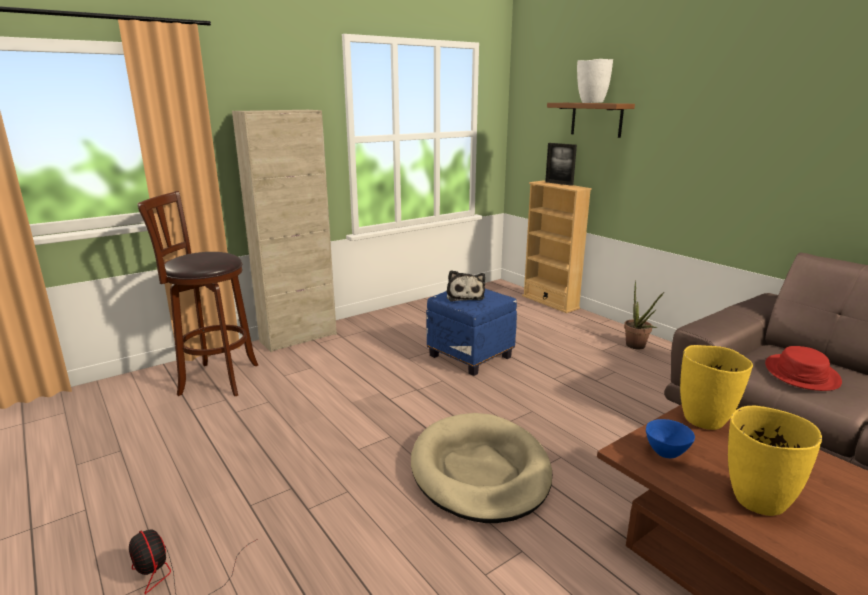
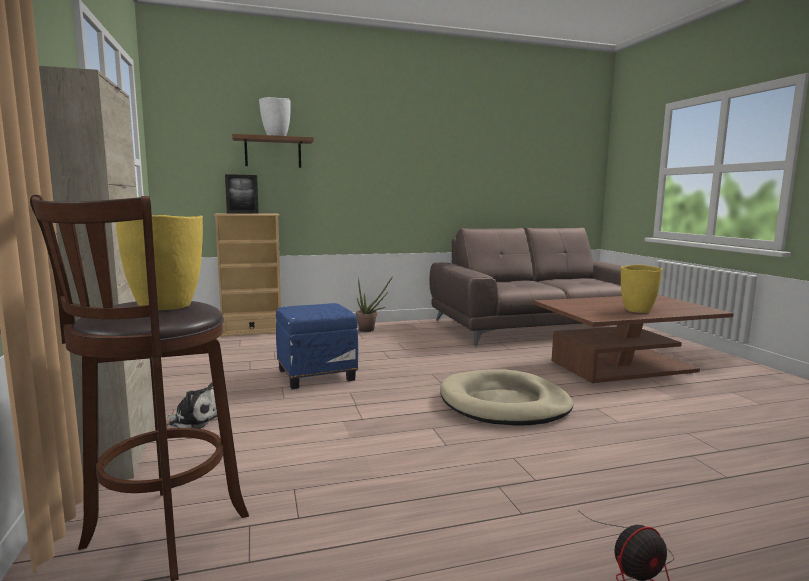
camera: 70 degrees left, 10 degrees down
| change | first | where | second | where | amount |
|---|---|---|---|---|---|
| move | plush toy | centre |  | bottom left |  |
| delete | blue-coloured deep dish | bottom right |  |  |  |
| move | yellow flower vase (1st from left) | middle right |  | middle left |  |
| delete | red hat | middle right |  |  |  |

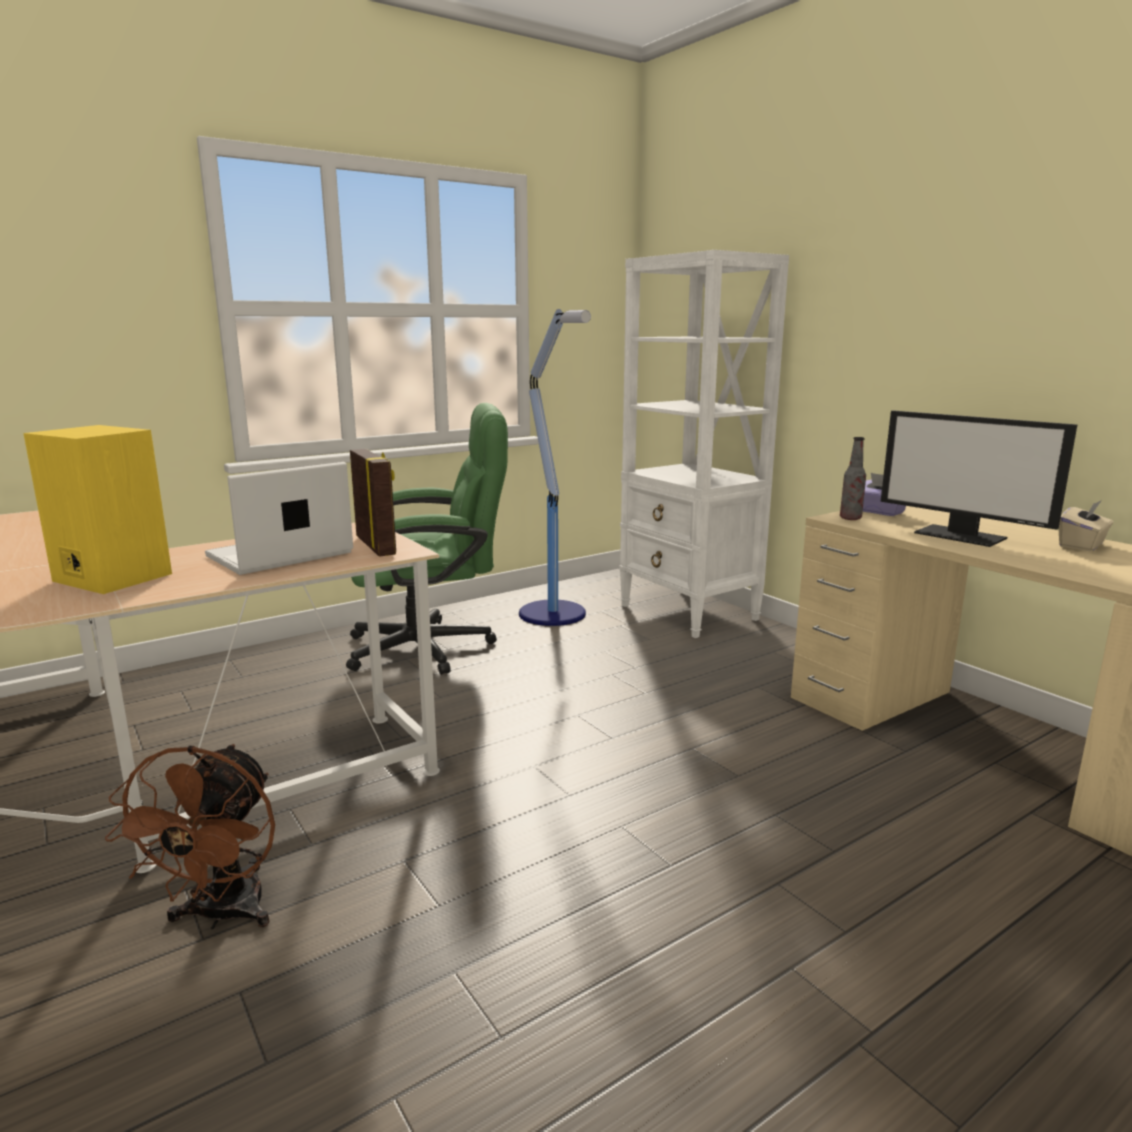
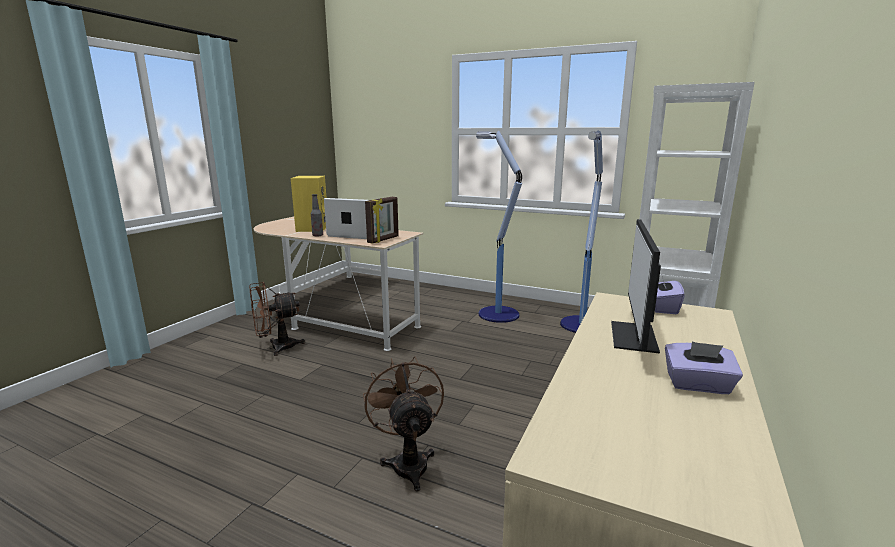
camera: 60 degrees right, 0 degrees up
| change | first | where | second | where | amount |
|---|---|---|---|---|---|
| replace | green office chair | centre | floor lamp (1st from left) | centre |  |
| move | drink bottle | middle right |  | centre |  |
| recolor | beige-coloured tissue box | middle right | purple tissue box (2nd from left) | bottom right |  |
| insert |  |  | brown fan (2nd from left) | bottom centre |  |

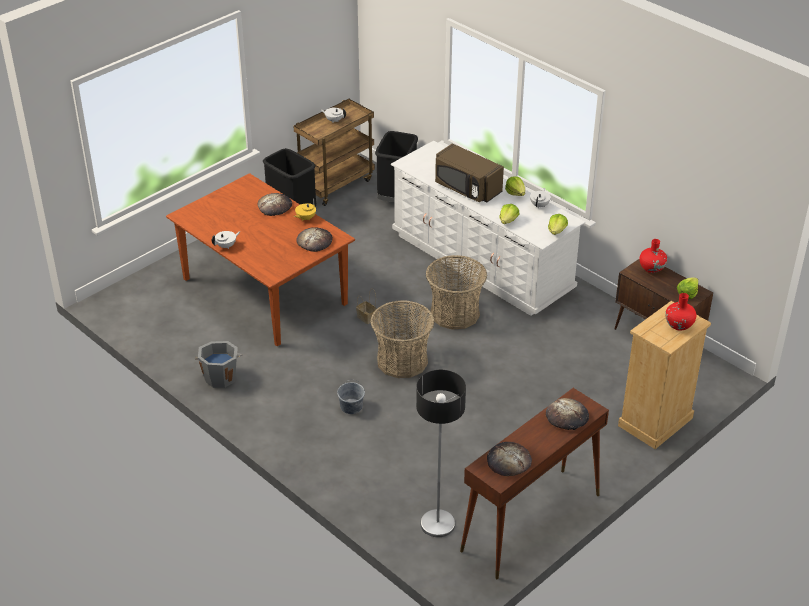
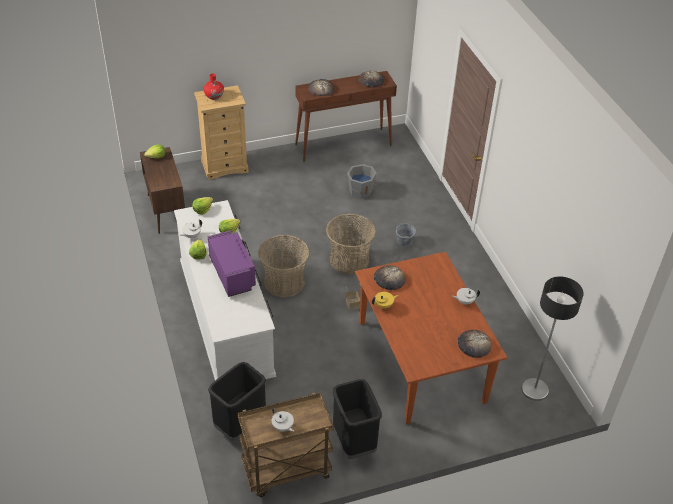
camera: 155 degrees left, 5 degrees up
| change | first | where | second | where | amount |
|---|---|---|---|---|---|
| move | gray bucket (1st from left) | middle left |  | centre |  |
| move | bakery bread (1st from left in the first image) | centre | bakery bread (4th from left) | bottom right |  |
| move | floor lamp | bottom centre |  | bottom right |  |
| recolor | brown kitchen microwave | top centre | purple kitchen microwave | centre |  |
| delete | red flower vase (1st from left) | middle right |  |  |  |

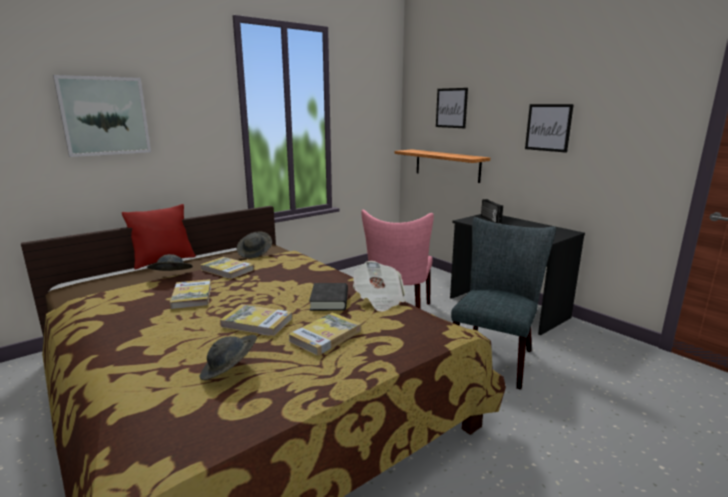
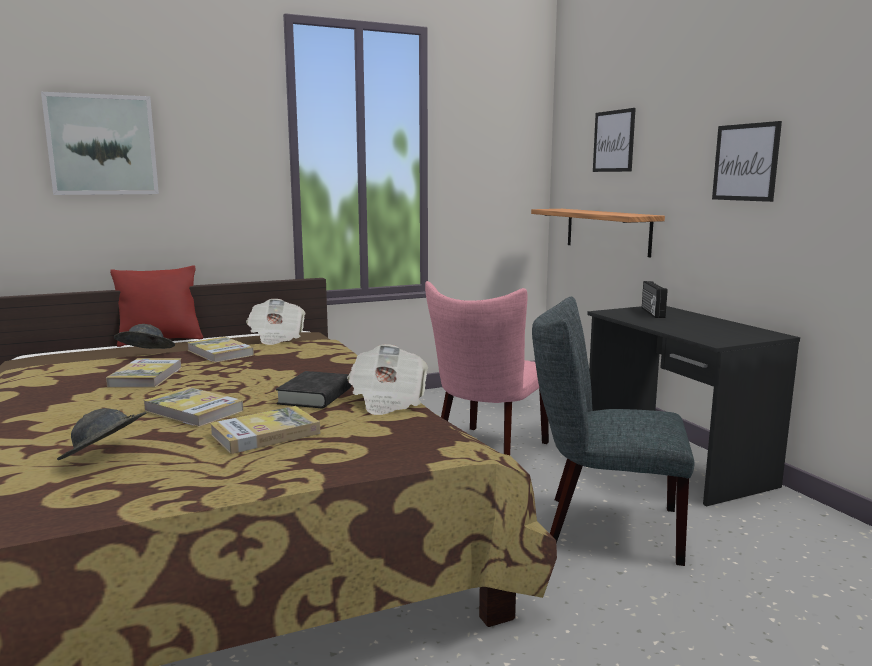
camera: 15 degrees right, 5 degrees down
| change | first | where | second | where | amount |
|---|---|---|---|---|---|
| replace | gray hat (3rd from left) | centre | printed paper (1st from left) | middle left |  |
| rotate | gray upright chair | middle right |  | middle right | 120 degrees counterclockwise |

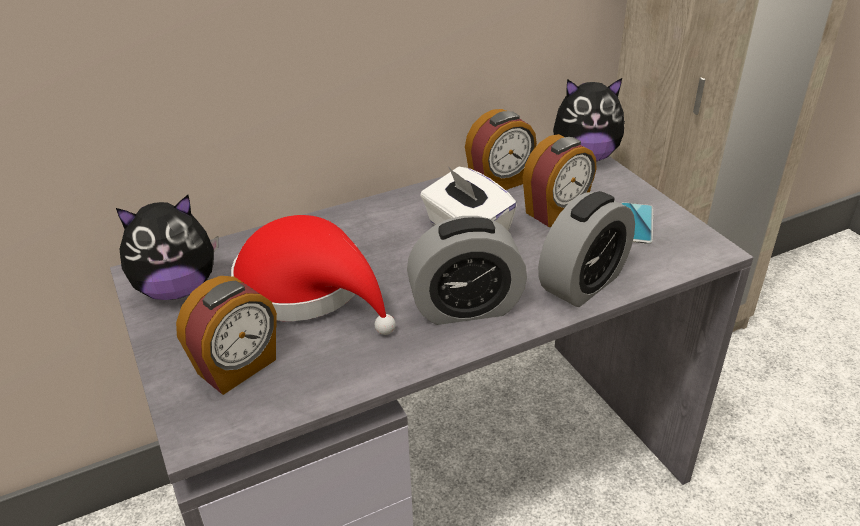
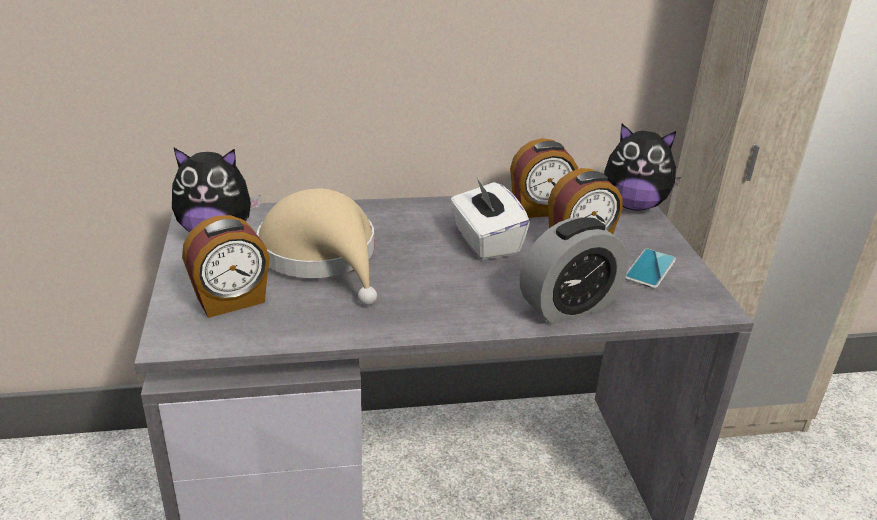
camera: 15 degrees right, 5 degrees down
| change | first | where | second | where | amount |
|---|---|---|---|---|---|
| recolor | red hat | centre | beige-coloured hat | centre |  |
| delete | table clock (2nd from left) | centre |  |  |  |

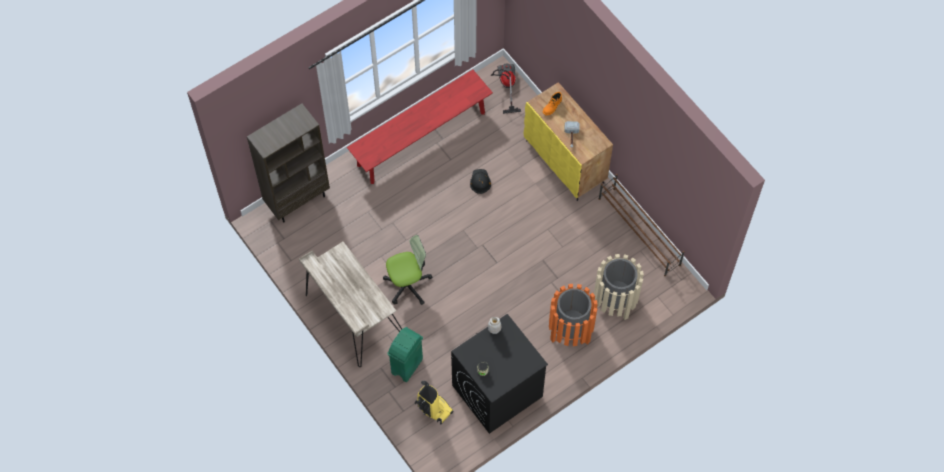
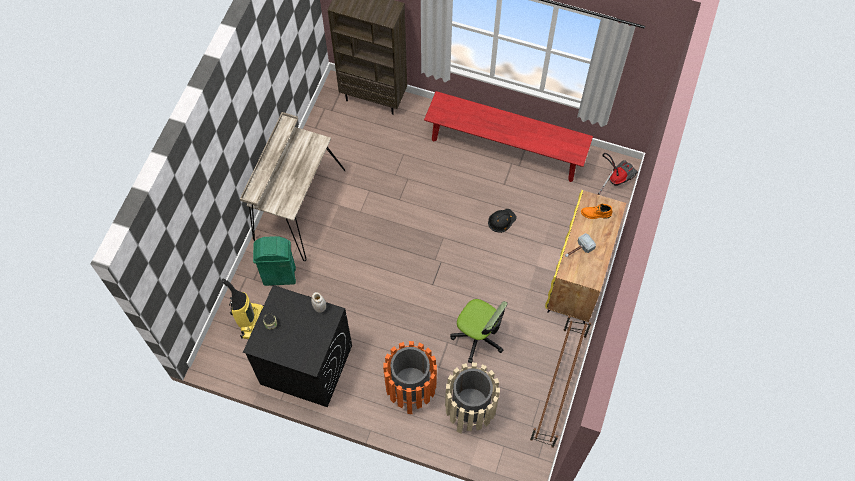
camera: 55 degrees right, 0 degrees up
| change | first | where | second | where | amount |
|---|---|---|---|---|---|
| move | office chair | centre |  | bottom centre |  |

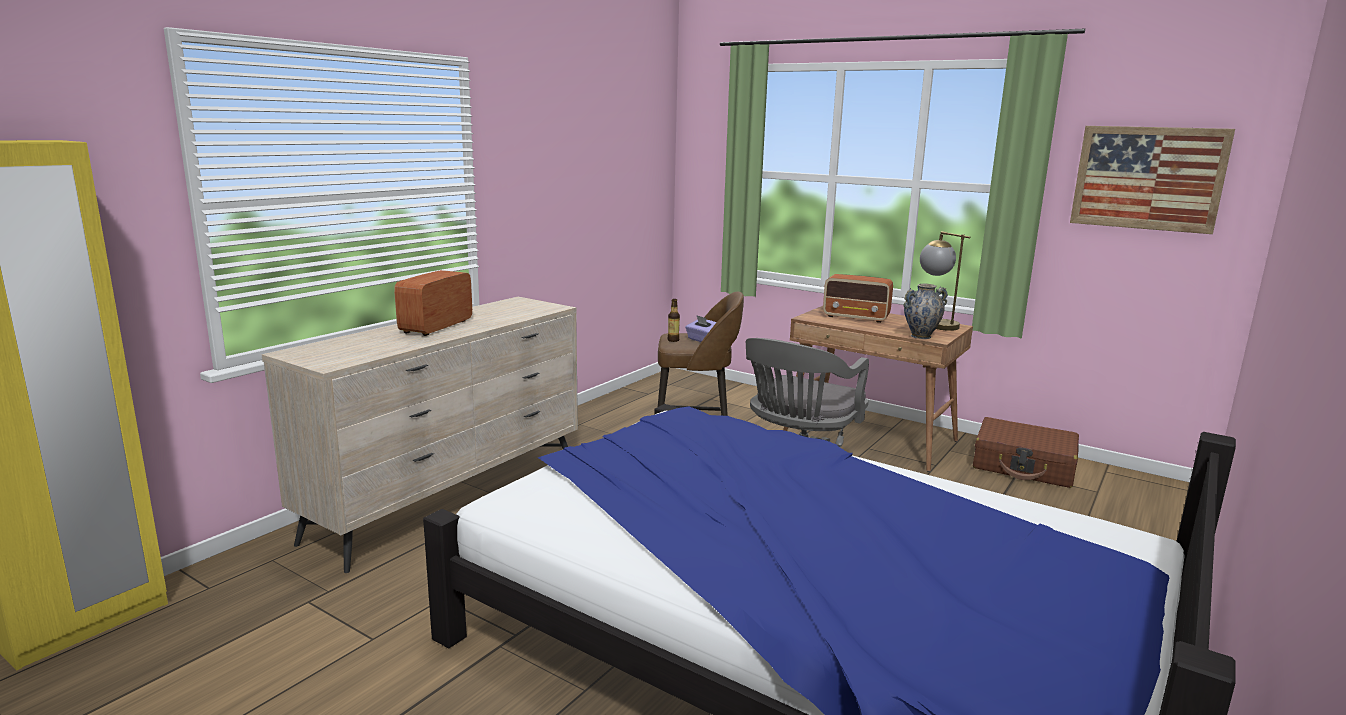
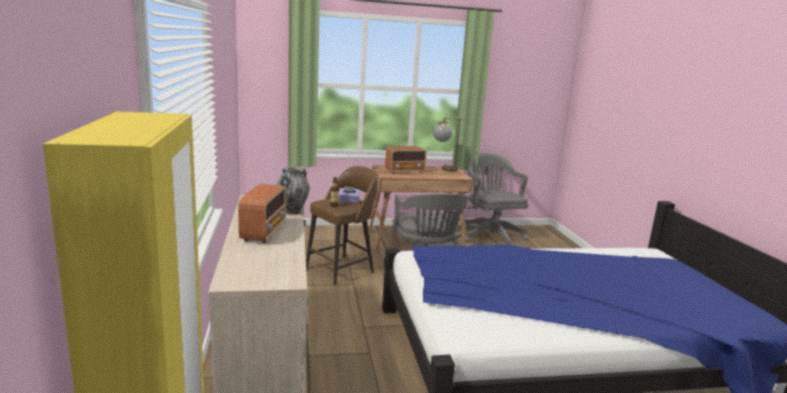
camera: 45 degrees left, 0 degrees up
| change | first | where | second | where | amount |
|---|---|---|---|---|---|
| rotate | radio receiver (1st from left) | middle left |  | middle left | 150 degrees counterclockwise |
| move | flower vase | middle right |  | centre |  |
| replace | brown piece of luggage | middle right | gray office chair (2nd from left) | centre |  |
| delete | wall picture | top right |  |  |  |

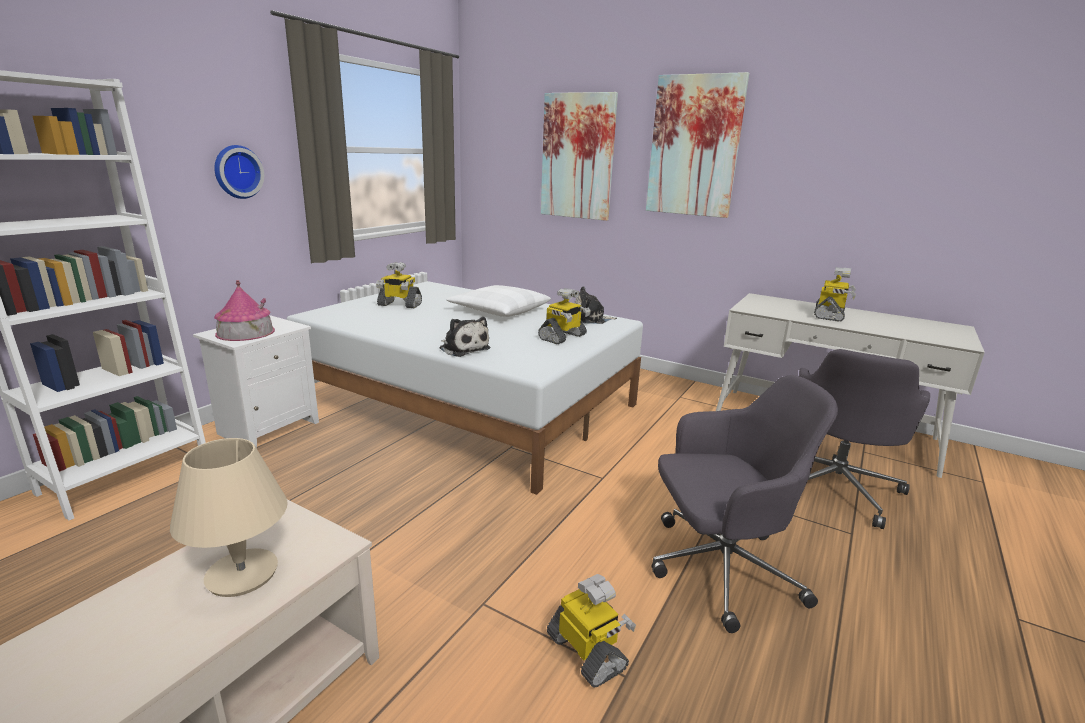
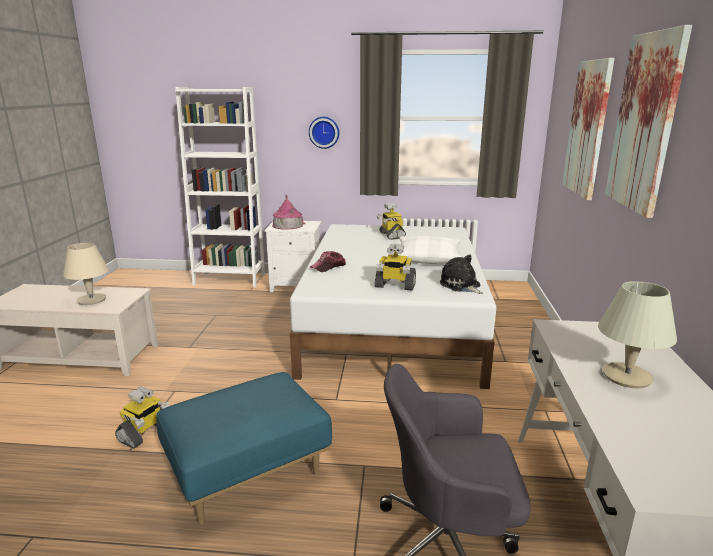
camera: 65 degrees right, 0 degrees up
| change | first | where | second | where | amount |
|---|---|---|---|---|---|
| replace | plush toy (1st from left) | centre | cap | centre |  |
| replace | gray office chair (1st from left) | bottom right | blue-coloured pouffe | bottom centre |  |
| replace | robot figure (4th from left) | middle right | beige-coloured tabletop lamp (2nd from left) | middle right |  |

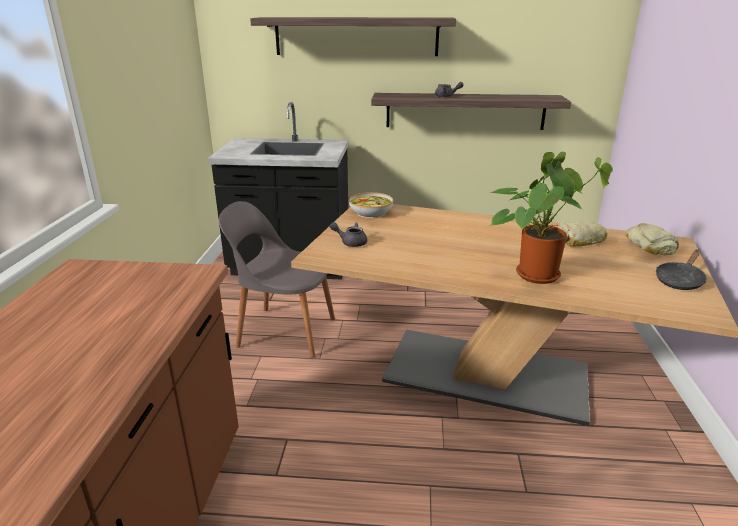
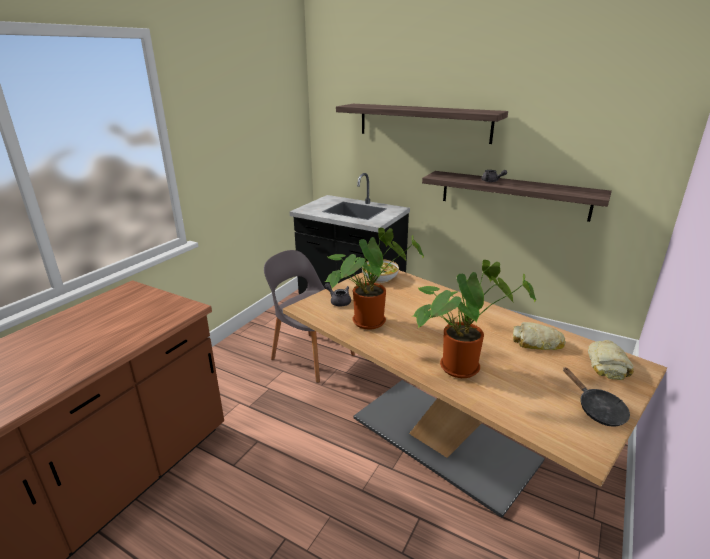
camera: 25 degrees right, 0 degrees up
| change | first | where | second | where | amount |
|---|---|---|---|---|---|
| rotate | black pan | middle right |  | bottom right | 90 degrees counterclockwise |
| insert |  |  | potted plant (1st from left) | centre |  |

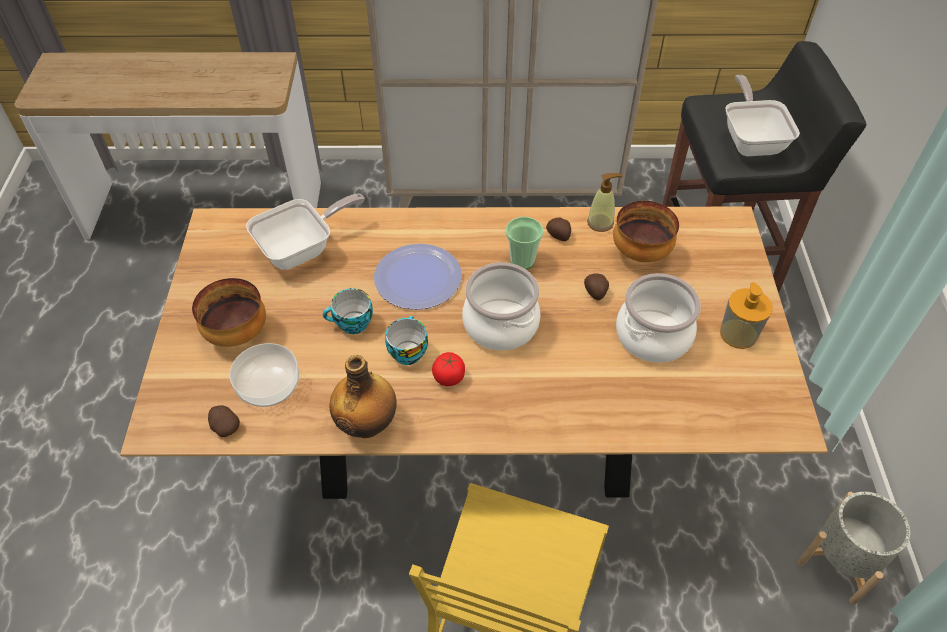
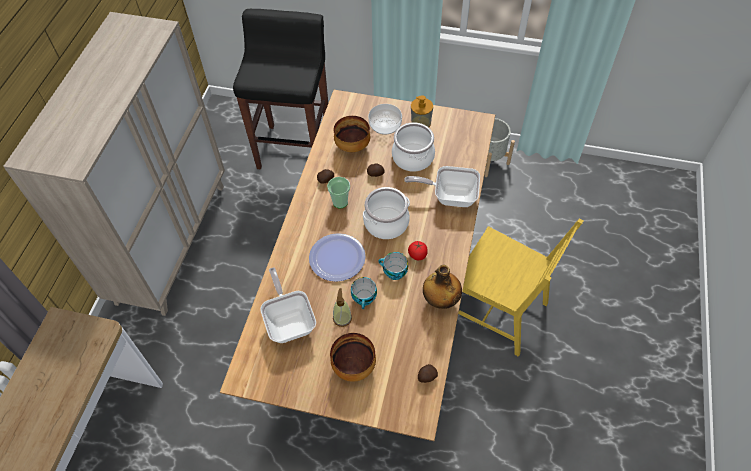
camera: 75 degrees left, 5 degrees up
| change | first | where | second | where | amount |
|---|---|---|---|---|---|
| move | deep dish (2nd from left in the first image) | middle left | deep dish (3rd from left) | top centre |  |
| move | liquid soap bottle (1st from left) | top centre |  | centre |  |
| move | pan (2nd from left) | top right |  | centre |  |

